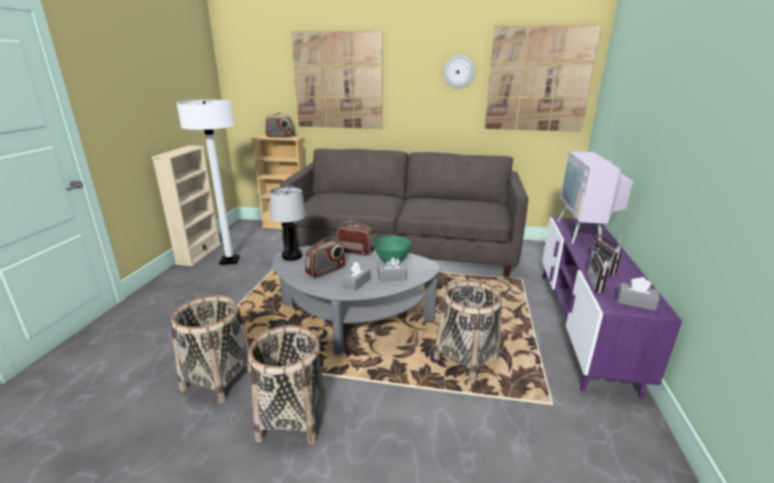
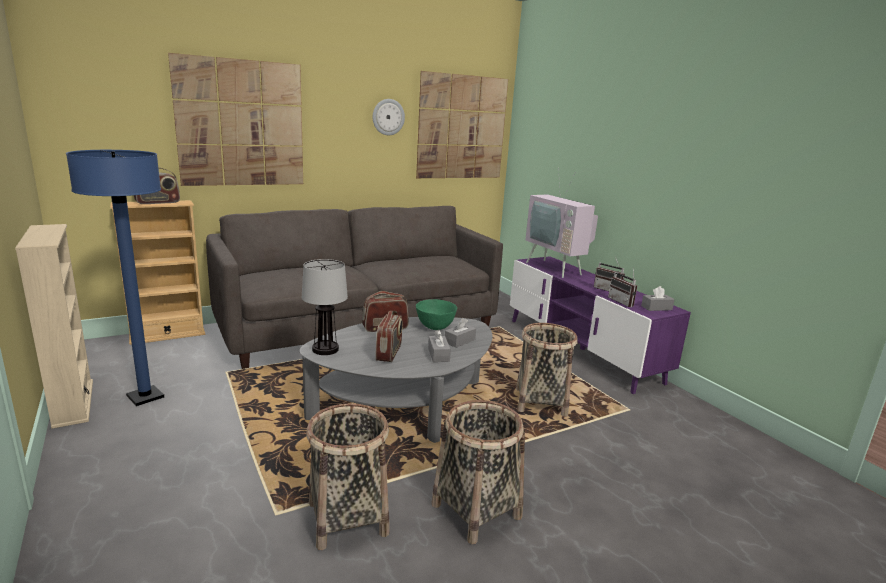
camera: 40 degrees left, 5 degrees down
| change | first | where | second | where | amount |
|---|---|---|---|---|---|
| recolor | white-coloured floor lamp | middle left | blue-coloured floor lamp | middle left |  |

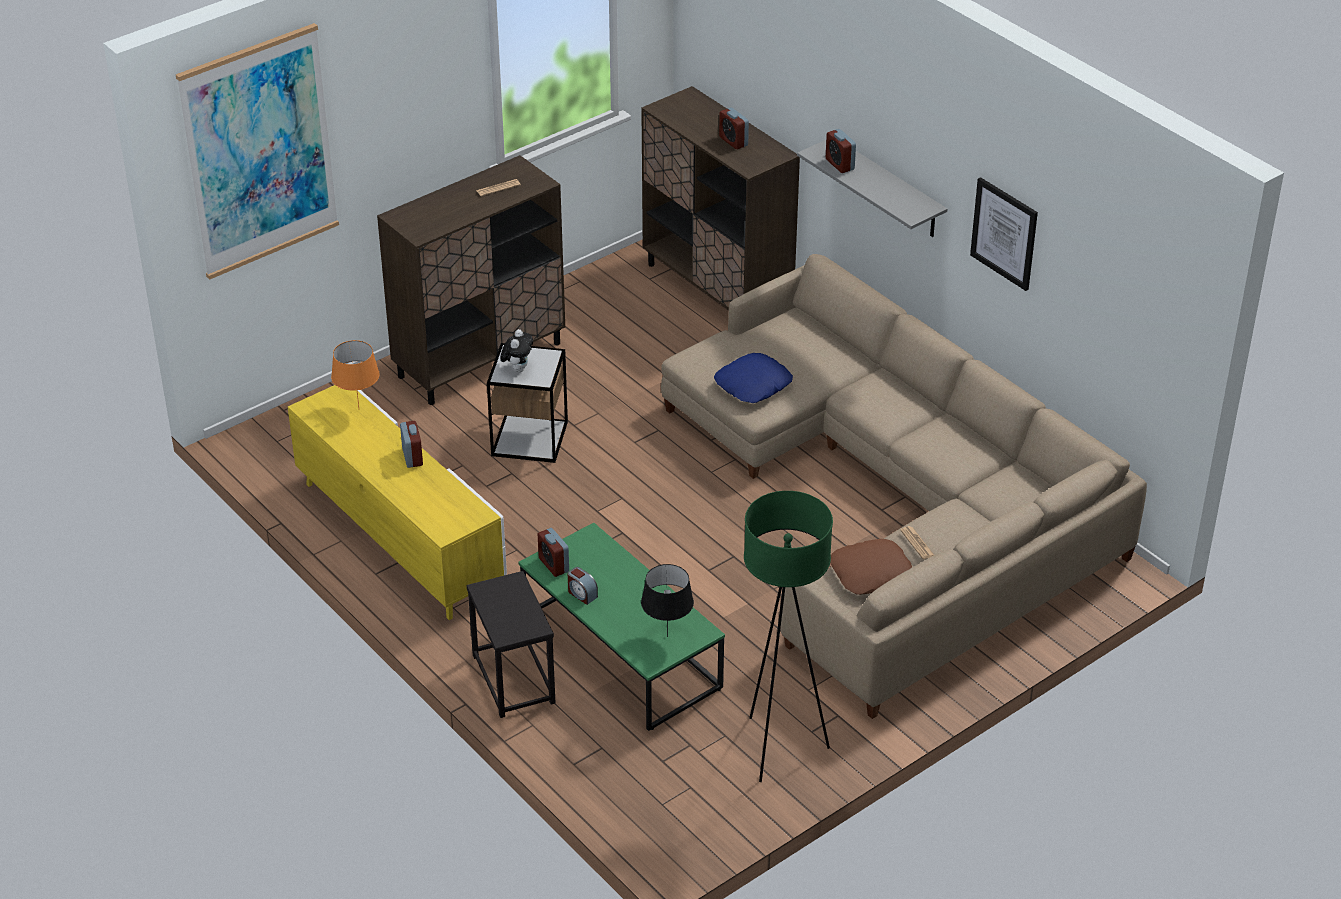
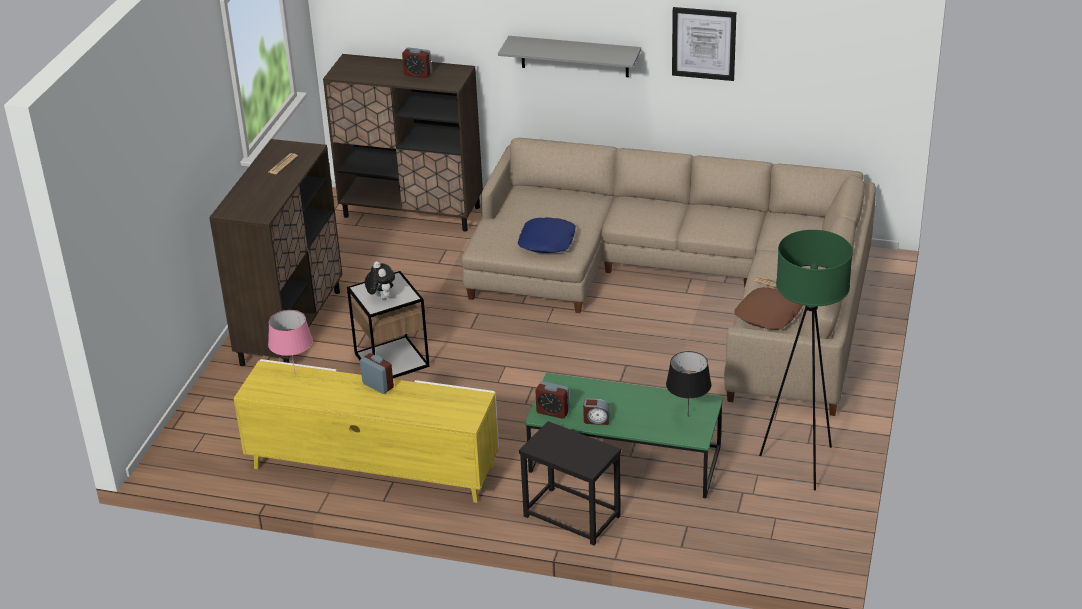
camera: 35 degrees left, 5 degrees down
| change | first | where | second | where | amount |
|---|---|---|---|---|---|
| delete | wall picture (1st from left) | top left |  |  |  |
| recolor | orangey tabletop lamp | middle left | pink tabletop lamp | middle left |  |
| delete | table clock (5th from left) | top centre |  |  |  |

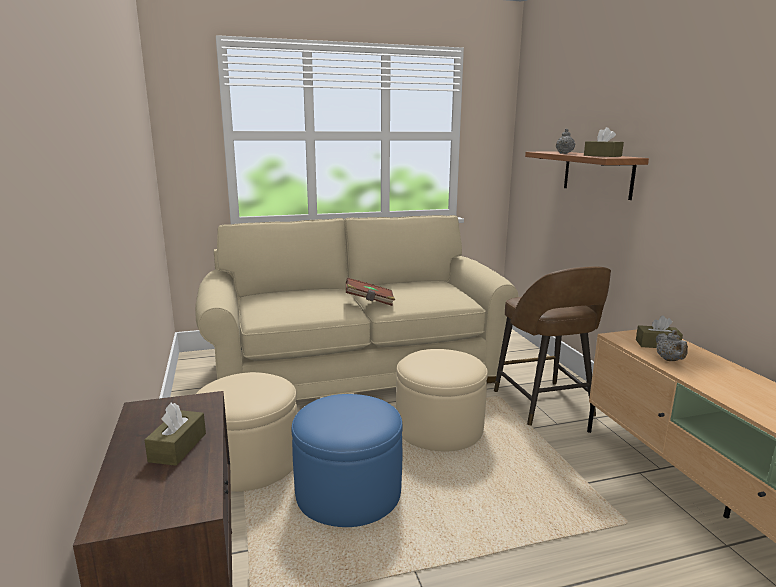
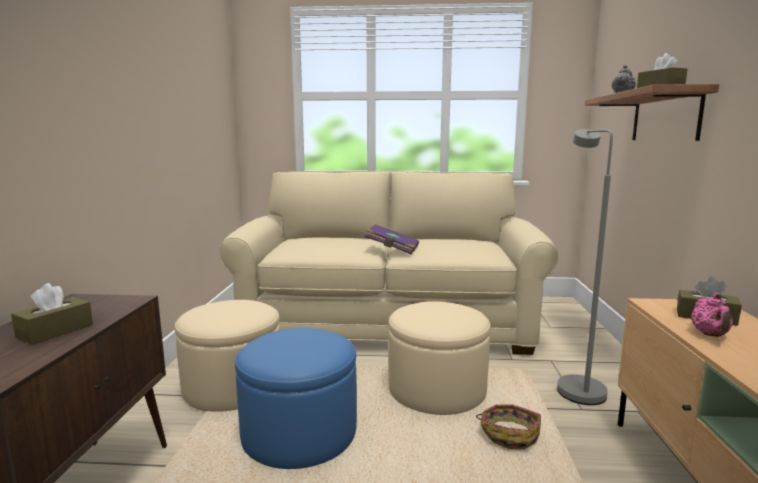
camera: 20 degrees right, 5 degrees down
| change | first | where | second | where | amount |
|---|---|---|---|---|---|
| recolor | brown bound book | centre | purple bound book | centre |  |
| replace | brown sitting stool | middle right | gray floor lamp | middle right |  |
| recolor | gray teapot (2nd from left) | middle right | pink teapot | middle right |  |
| insert |  |  | storage basket | bottom right |  |

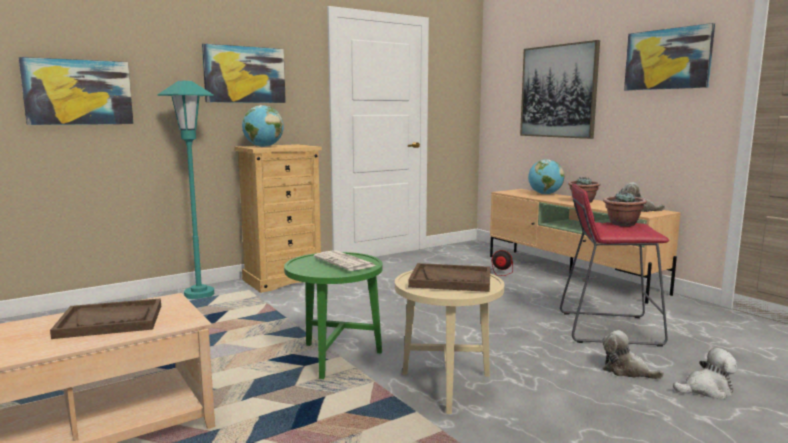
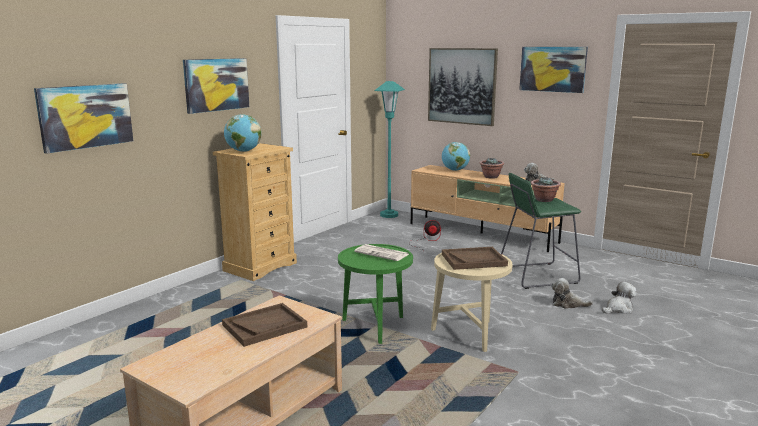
camera: 20 degrees left, 5 degrees up
| change | first | where | second | where | amount |
|---|---|---|---|---|---|
| move | blue-green floor lamp | middle left |  | centre |  |
| recolor | red sitting stool | middle right | green sitting stool | middle right |  |

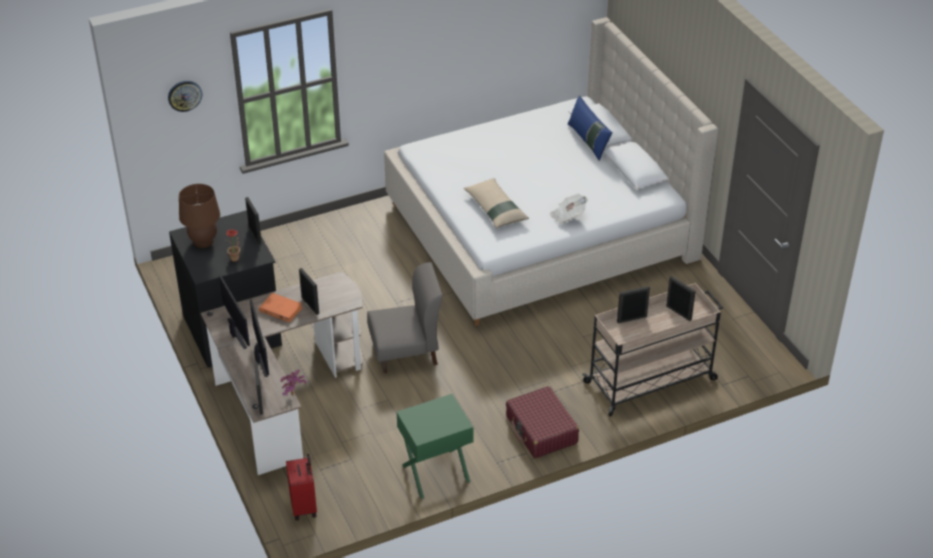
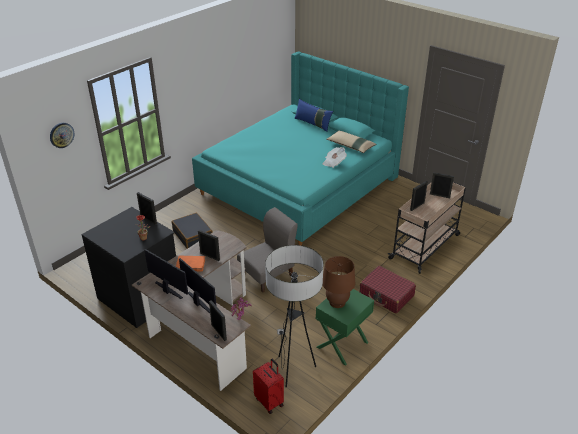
camera: 25 degrees left, 5 degrees down
| change | first | where | second | where | amount |
|---|---|---|---|---|---|
| move | brown tabletop lamp | middle left |  | centre |  |
| recolor | beige-coloured bed | top centre | blue-green bed | centre |  |
| move | beige-coloured throw pillow | centre |  | top centre |  |
| insert |  |  | black piece of luggage | middle left |  |
| insert |  |  | floor lamp | bottom centre |  |

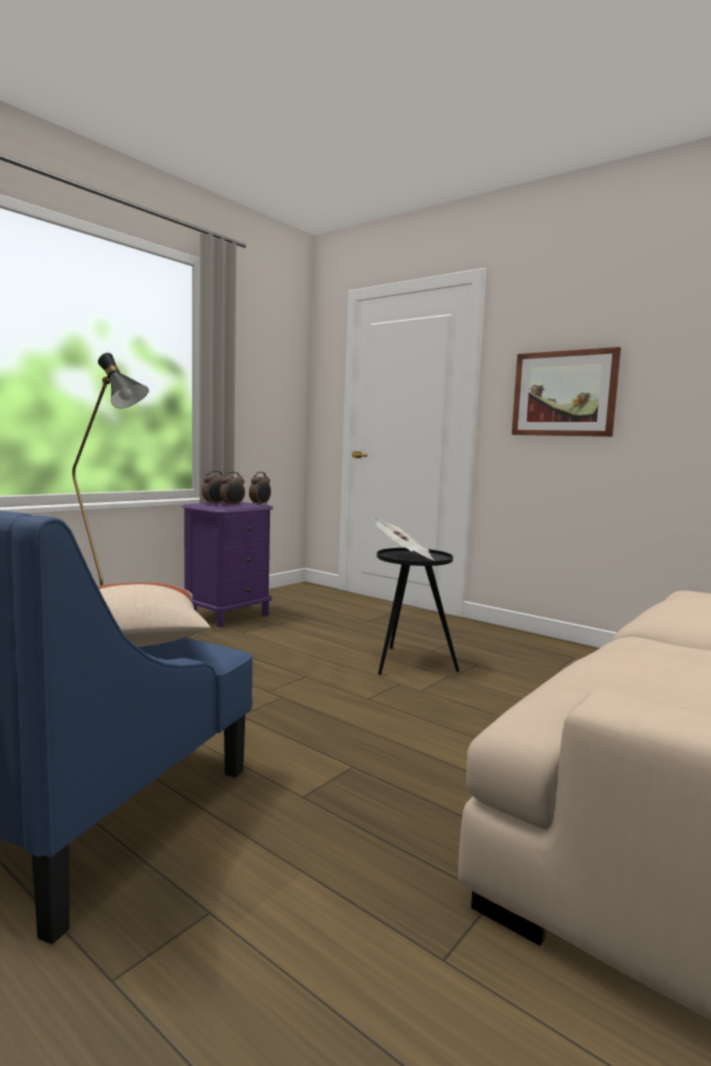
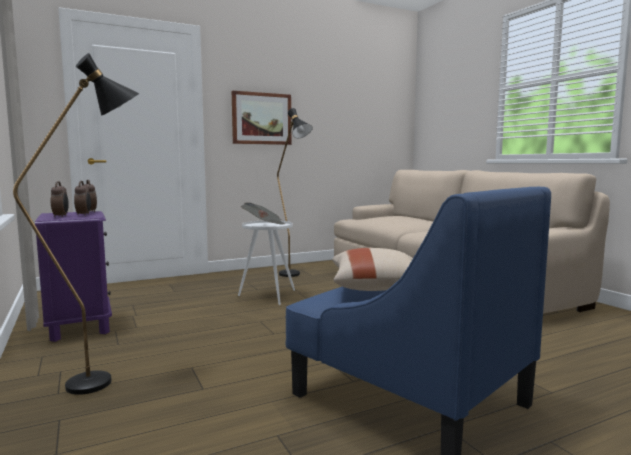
camera: 65 degrees left, 0 degrees up
| change | first | where | second | where | amount |
|---|---|---|---|---|---|
| recolor | black side table | centre | white-coloured side table | centre |  |
| insert |  |  | black floor lamp (2nd from left) | centre |  |

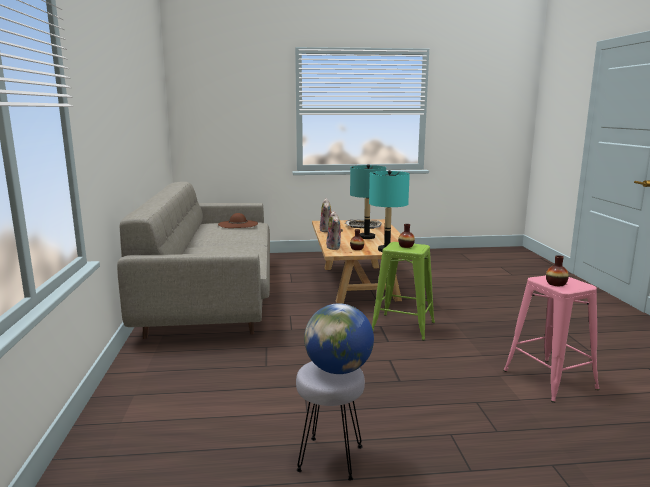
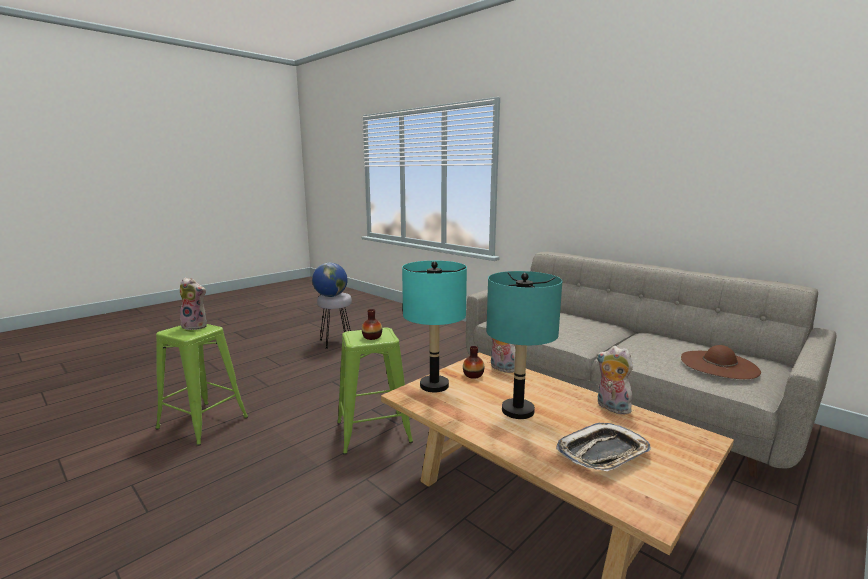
camera: 140 degrees right, 0 degrees up
| change | first | where | second | where | amount |
|---|---|---|---|---|---|
| recolor | pink sitting stool | bottom right | green sitting stool (1st from left) | middle left |  |
| replace | flower vase (3rd from left) | middle right | plush toy (1st from left) | middle left |  |

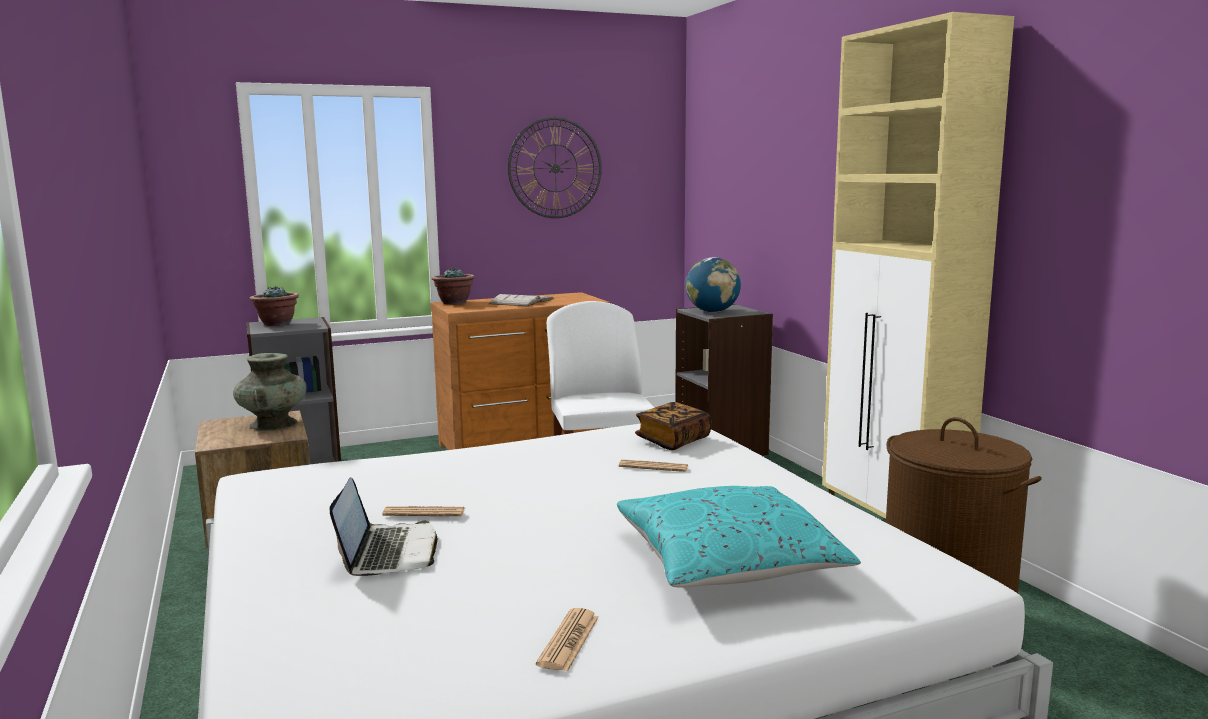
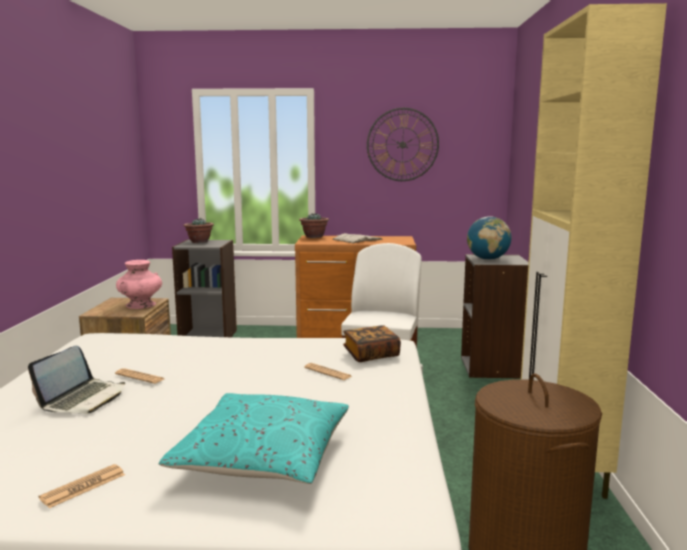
camera: 25 degrees right, 0 degrees up
| change | first | where | second | where | amount |
|---|---|---|---|---|---|
| recolor | blue-green flower vase | middle left | pink flower vase | middle left |  |

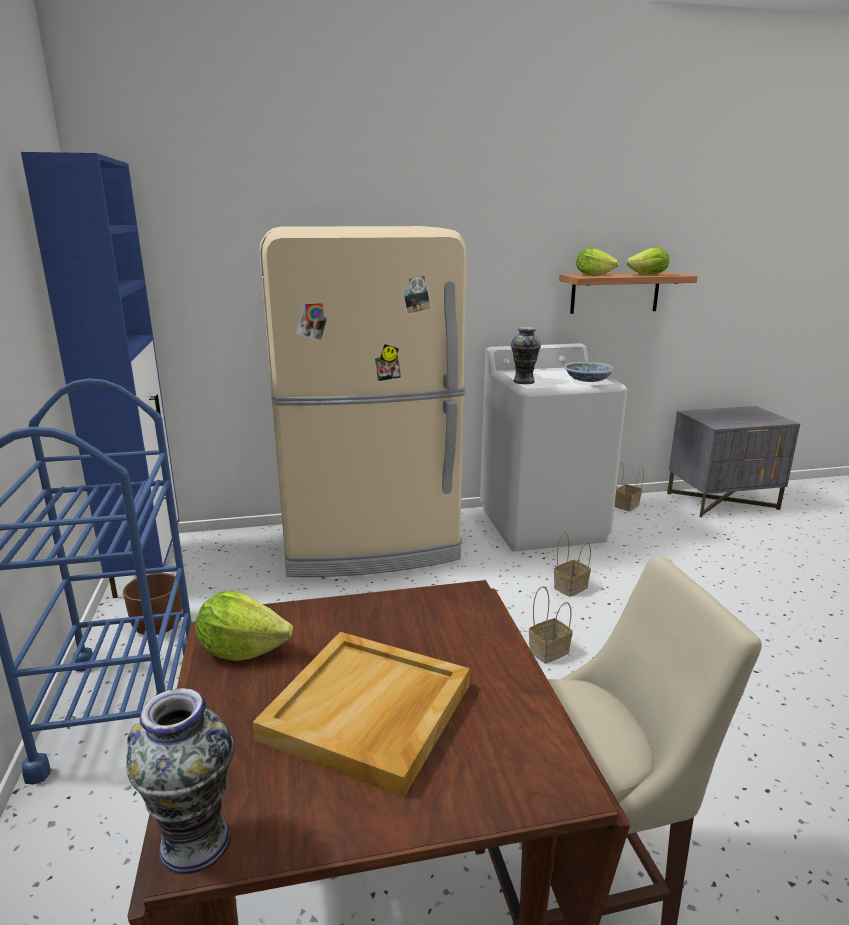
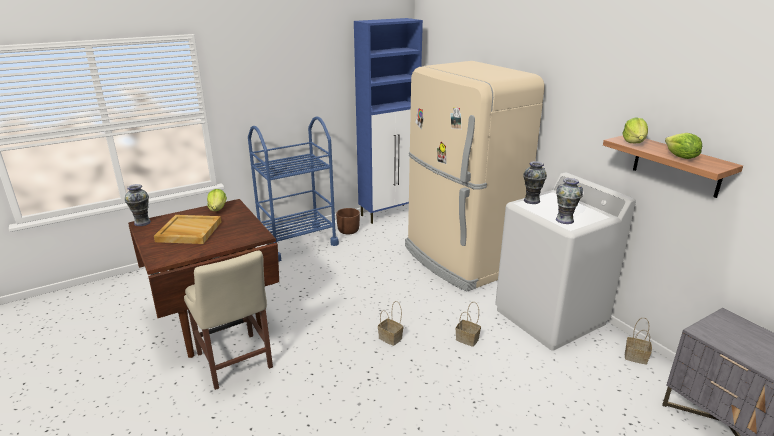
camera: 70 degrees right, 5 degrees up
| change | first | where | second | where | amount |
|---|---|---|---|---|---|
| replace | deep dish | middle right | flower vase (3rd from left) | middle right |  |

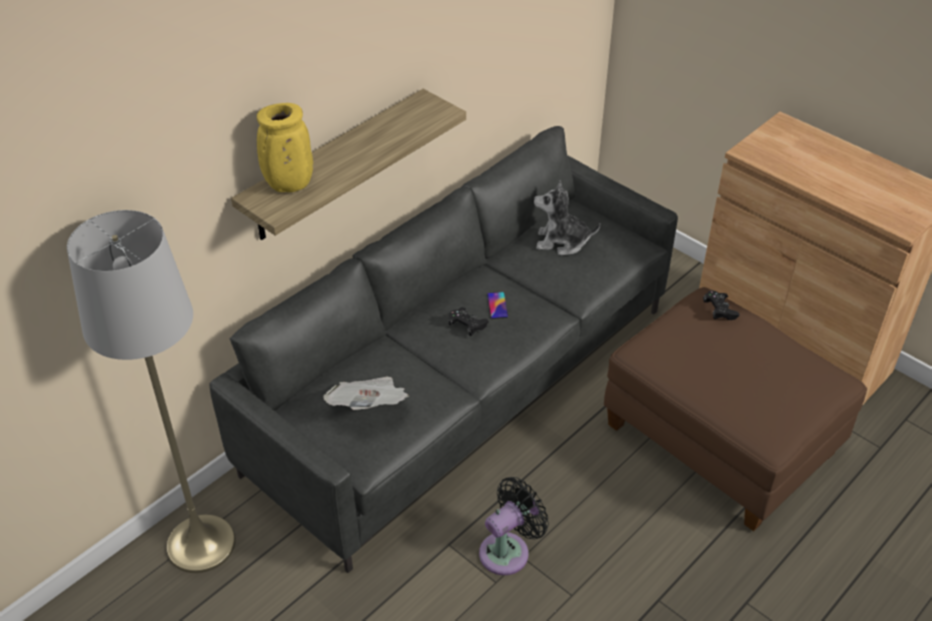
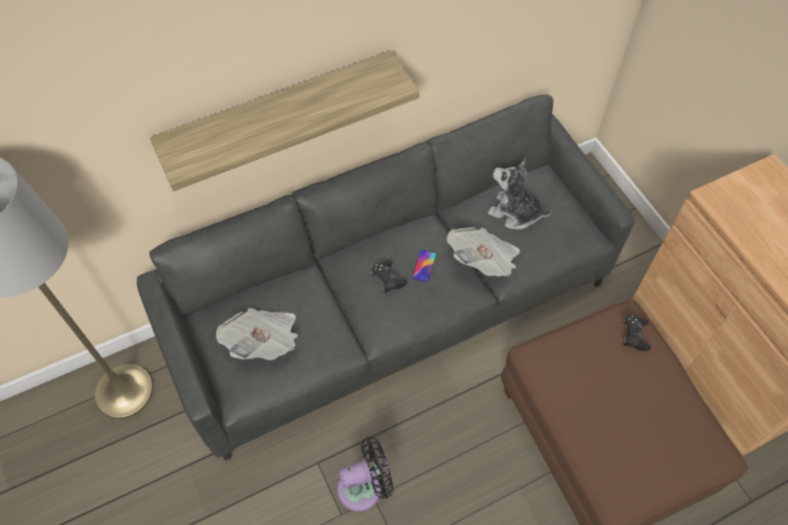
camera: 20 degrees right, 15 degrees up
| change | first | where | second | where | amount |
|---|---|---|---|---|---|
| delete | yellow flower vase | top left |  |  |  |
| insert |  |  | printed paper (2nd from left) | centre |  |

